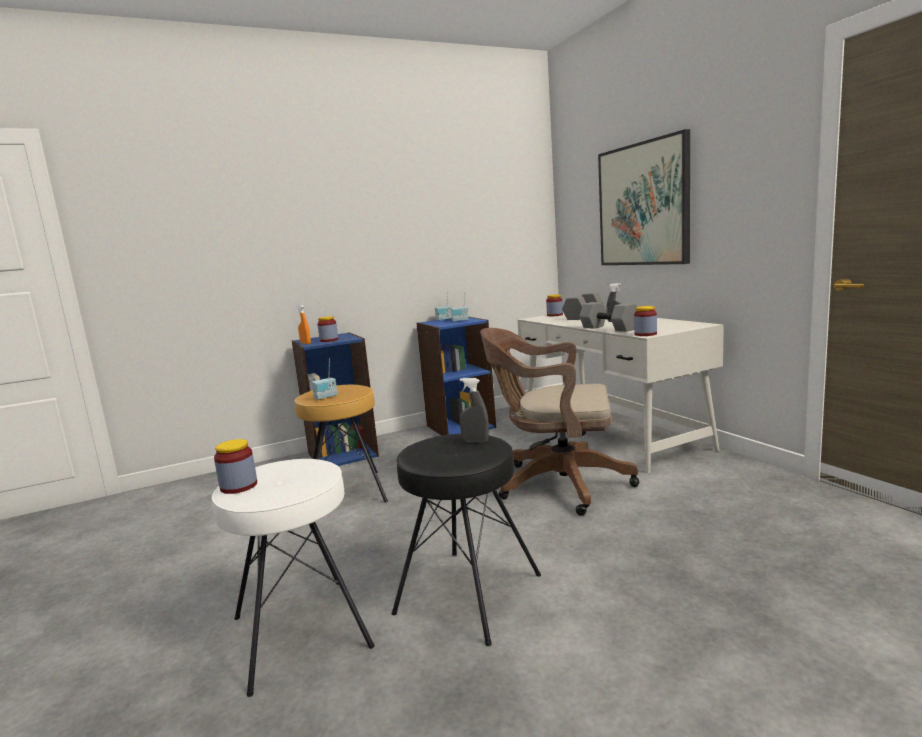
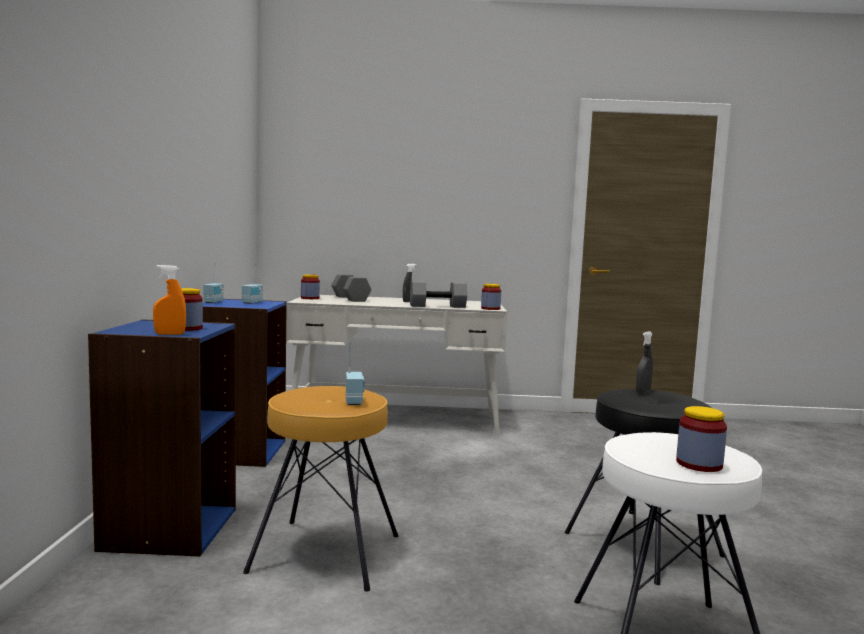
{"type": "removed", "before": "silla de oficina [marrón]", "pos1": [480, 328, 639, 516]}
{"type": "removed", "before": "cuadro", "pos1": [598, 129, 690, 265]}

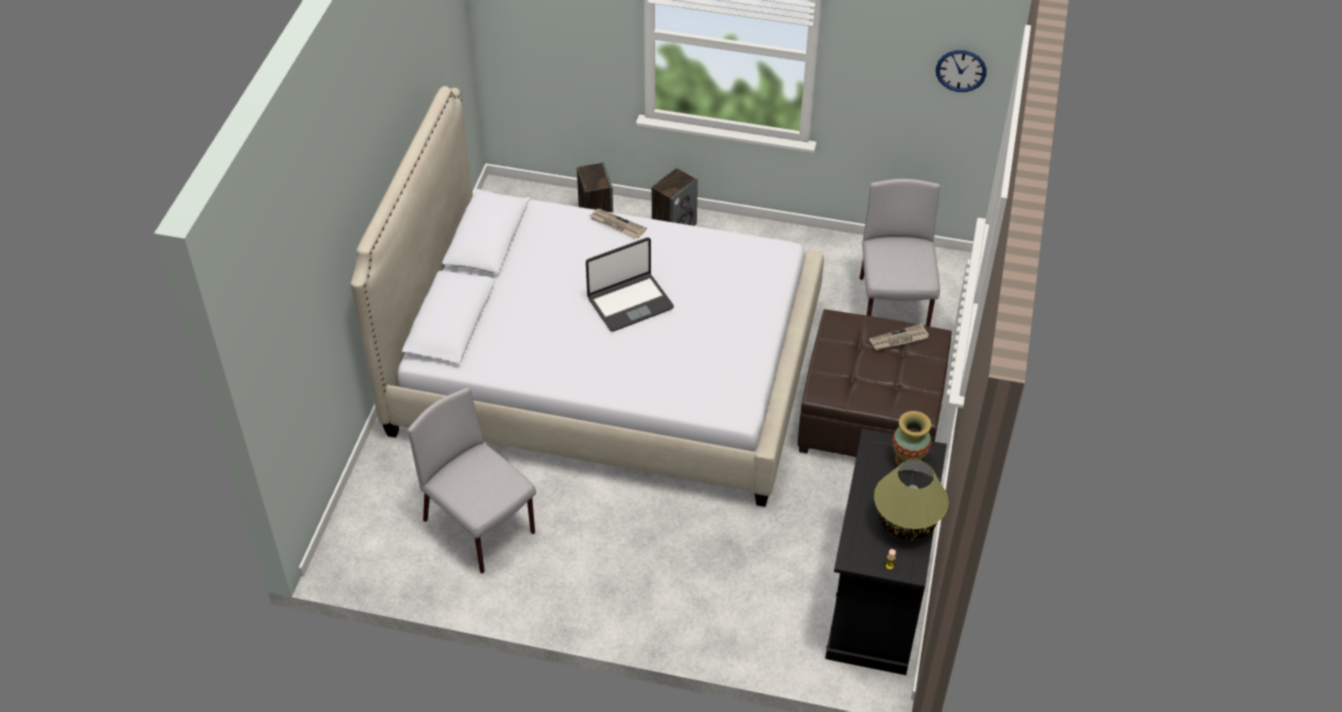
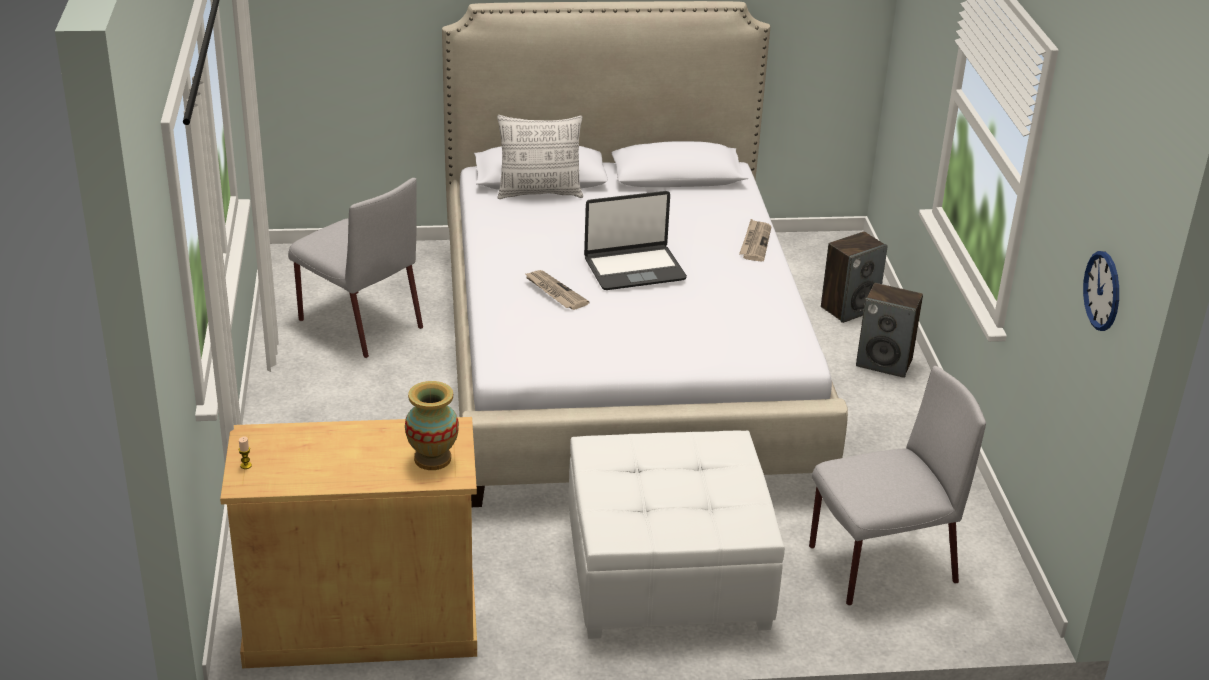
{"type": "turned", "before": "silla [gris]", "pos1": [408, 388, 536, 573], "pos2": [288, 178, 423, 358], "turn": 105}
{"type": "turned", "before": "portátil", "pos1": [586, 237, 674, 332], "pos2": [584, 191, 687, 290], "turn": -60}
{"type": "recoloured", "before": "puf [marrón]", "after": "puf [blanco]", "pos1": [798, 309, 952, 457], "pos2": [569, 431, 785, 639]}
{"type": "recoloured", "before": "armario [negro]", "after": "armario [beis]", "pos1": [825, 429, 947, 675], "pos2": [220, 417, 477, 668]}
{"type": "moved", "before": "periódico", "pos1": [869, 323, 929, 350], "pos2": [524, 270, 590, 310]}
{"type": "removed", "before": "lámpara de mesa", "pos1": [874, 459, 949, 541]}
{"type": "added", "after": "cojín", "pos2": [497, 115, 583, 199]}

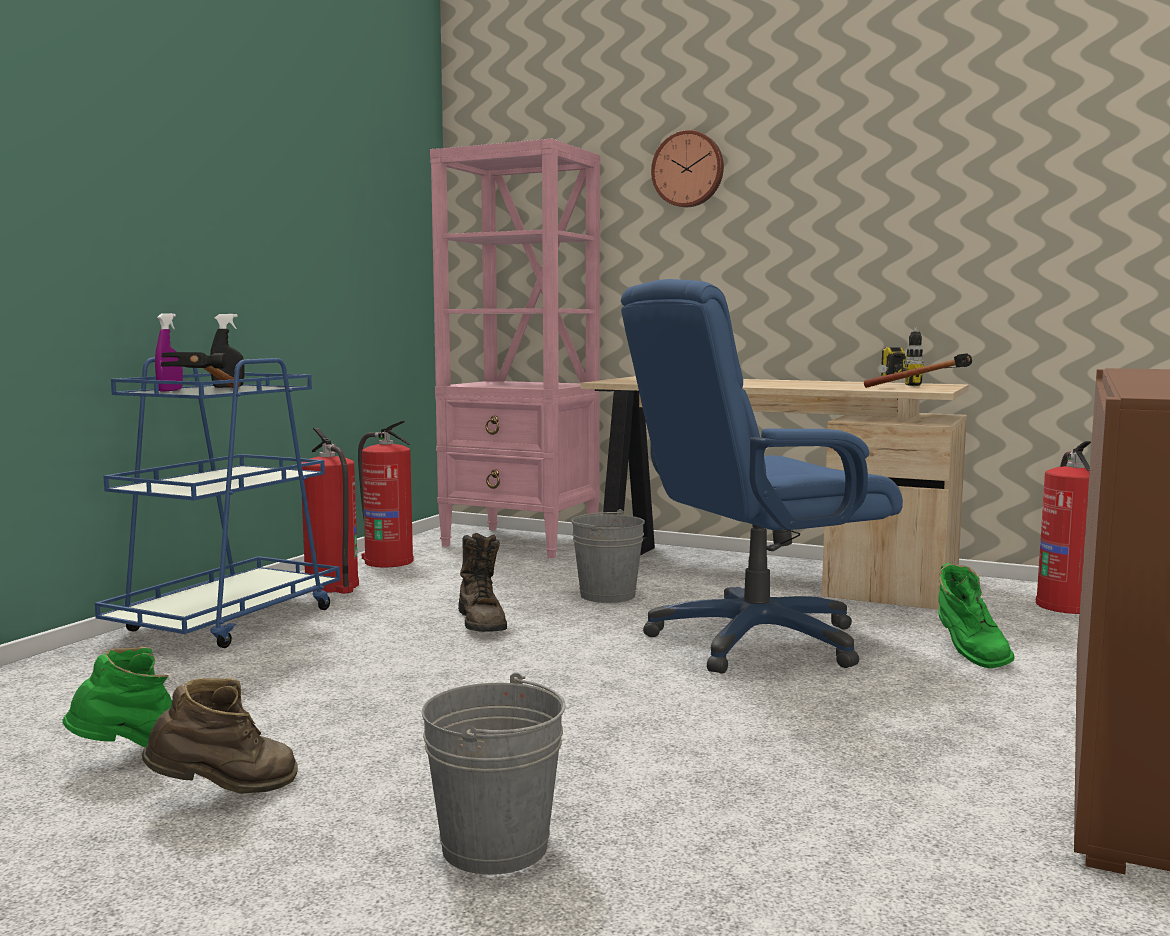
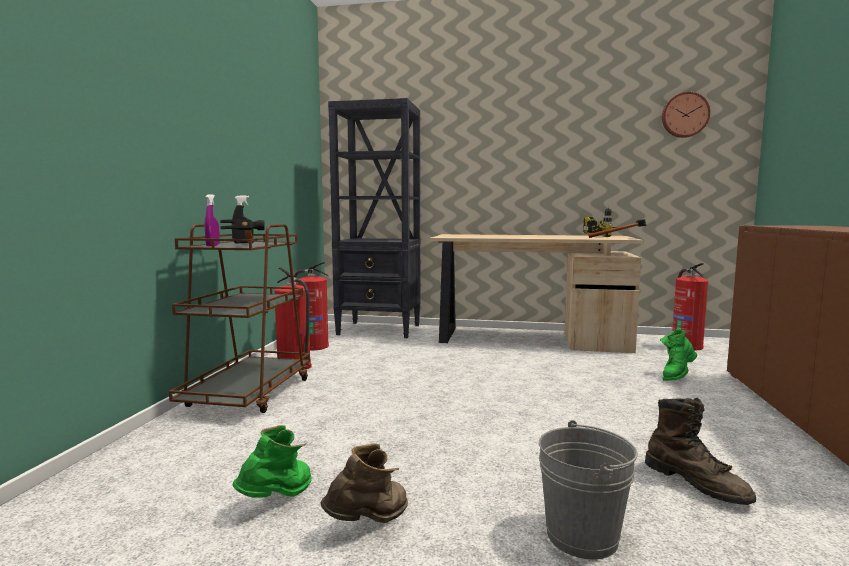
{"type": "recoloured", "before": "carrito [azul]", "after": "carrito [marrón]", "pos1": [95, 358, 340, 648], "pos2": [169, 224, 310, 413]}
{"type": "recoloured", "before": "estantería [rosa]", "after": "estantería [negro]", "pos1": [430, 138, 600, 559], "pos2": [328, 98, 420, 338]}
{"type": "moved", "before": "bota [marrón]", "pos1": [458, 533, 507, 632], "pos2": [645, 398, 756, 505]}
{"type": "removed", "before": "cubo [gris]", "pos1": [571, 509, 645, 603]}
{"type": "removed", "before": "silla de oficina [azul]", "pos1": [621, 279, 903, 674]}
{"type": "moved", "before": "reloj de pared", "pos1": [651, 130, 724, 207], "pos2": [662, 92, 710, 138]}
{"type": "turned", "before": "bota [verde]", "pos1": [938, 563, 1015, 668], "pos2": [660, 328, 697, 381], "turn": 75}

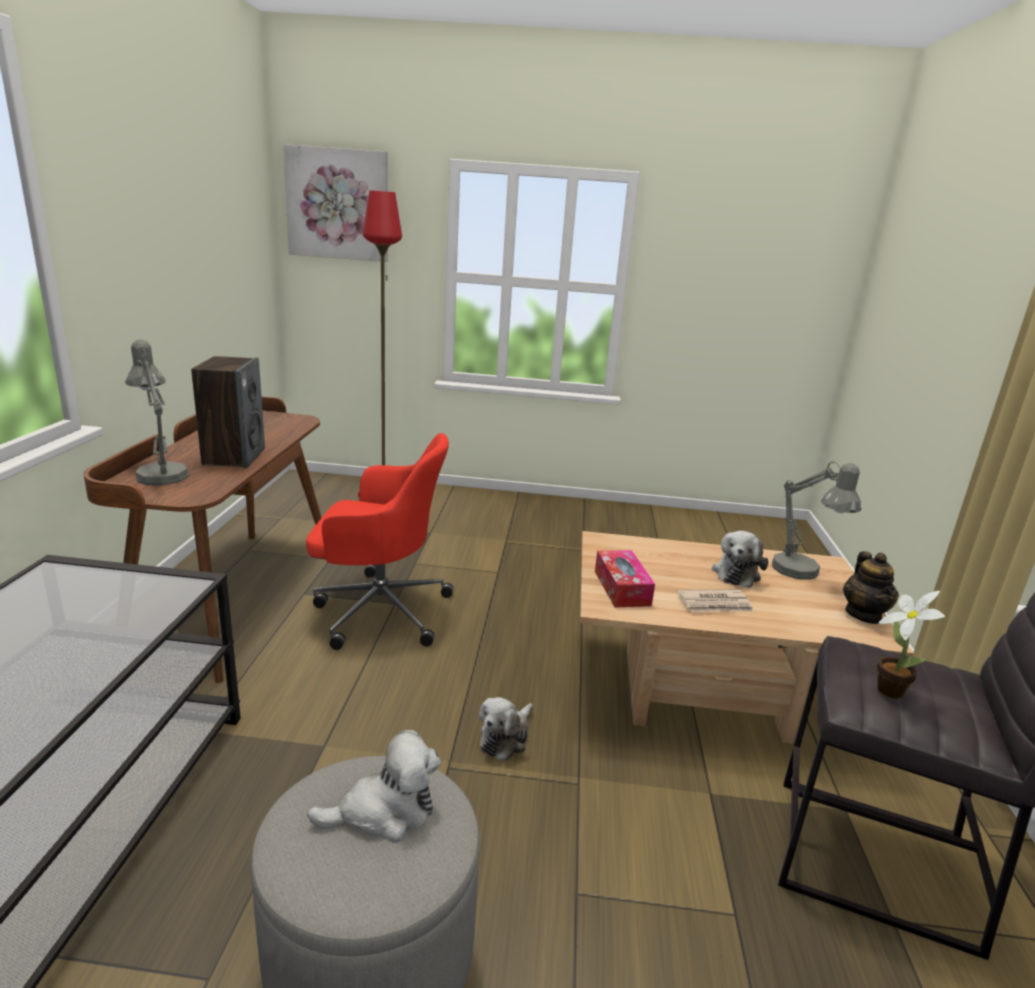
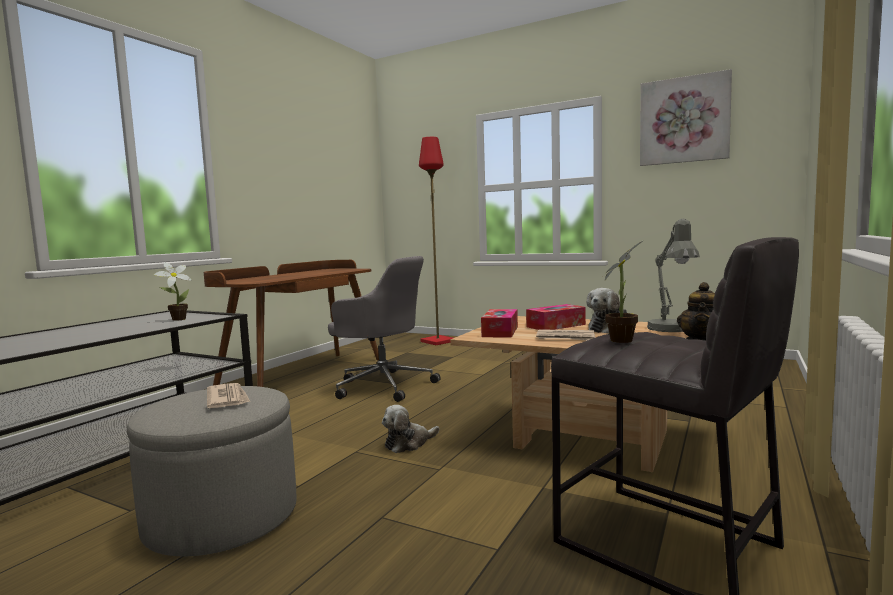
{"type": "removed", "before": "lámpara de mesa [gris]", "pos1": [125, 339, 188, 486]}
{"type": "removed", "before": "altavoz", "pos1": [191, 356, 265, 468]}
{"type": "moved", "before": "cuadro", "pos1": [283, 144, 388, 262], "pos2": [640, 69, 732, 166]}
{"type": "recoloured", "before": "silla de oficina [rojo]", "after": "silla de oficina [gris]", "pos1": [306, 433, 454, 650], "pos2": [328, 256, 441, 402]}
{"type": "replaced", "before": "peluche", "after": "periódico", "pos1": [307, 730, 441, 843], "pos2": [207, 383, 250, 408]}
{"type": "added", "after": "planta en maceta", "pos2": [154, 262, 192, 321]}
{"type": "added", "after": "caja de pañuelos", "pos2": [526, 304, 586, 330]}

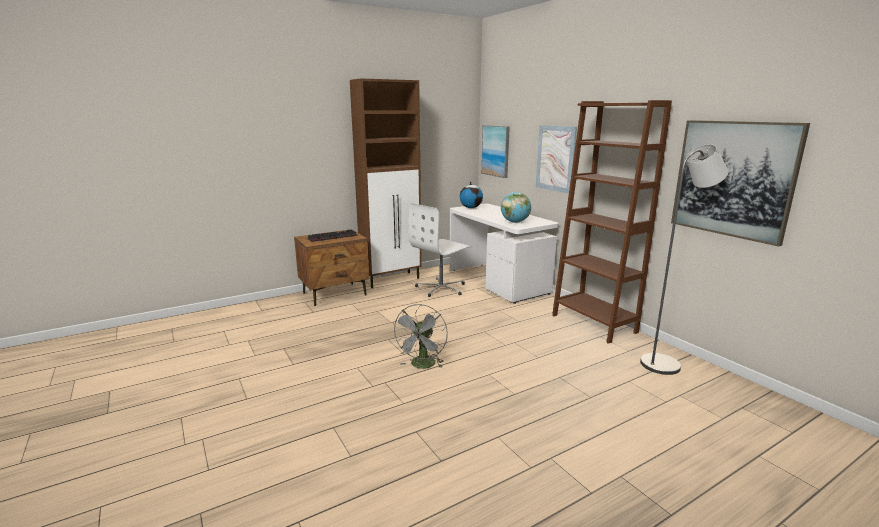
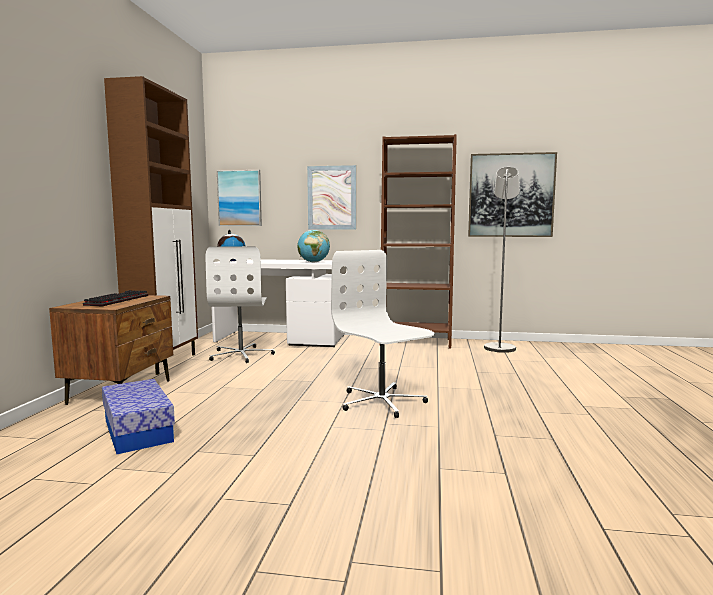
{"type": "replaced", "before": "ventilador [gris]", "after": "silla de oficina [blanco]", "pos1": [392, 304, 448, 369], "pos2": [331, 250, 435, 418]}
{"type": "added", "after": "caja de almacenaje", "pos2": [102, 379, 175, 454]}

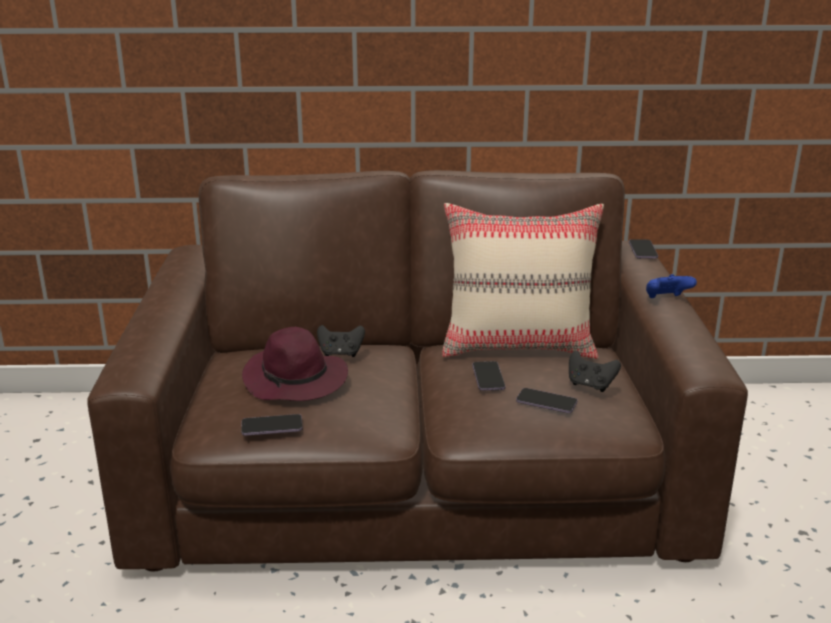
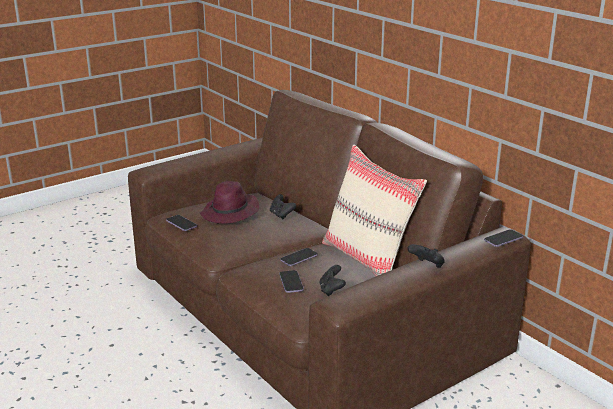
{"type": "recoloured", "before": "mando de consola [azul]", "after": "mando de consola [negro]", "pos1": [646, 274, 697, 298], "pos2": [407, 244, 445, 268]}

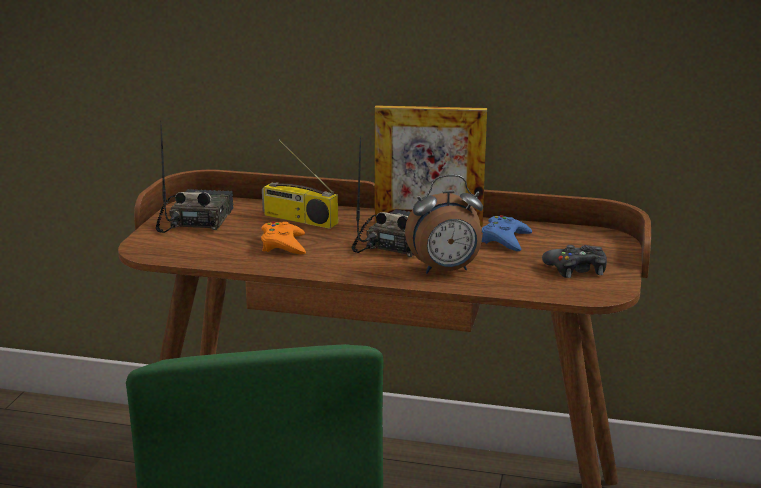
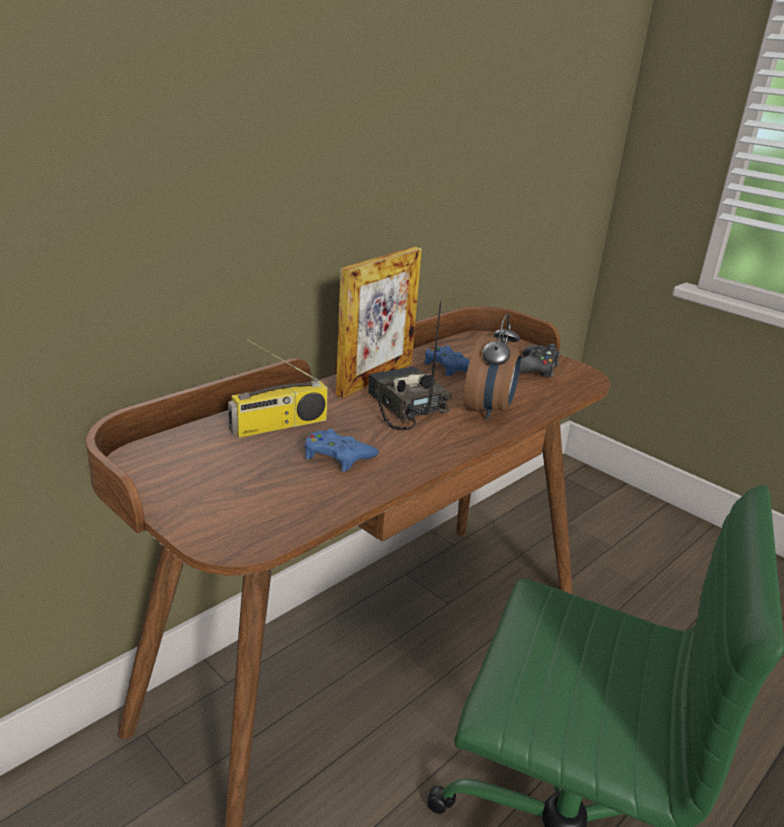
{"type": "removed", "before": "radio", "pos1": [156, 120, 234, 233]}
{"type": "recoloured", "before": "mando de consola [naranja]", "after": "mando de consola [azul]", "pos1": [261, 221, 306, 254], "pos2": [305, 429, 379, 472]}

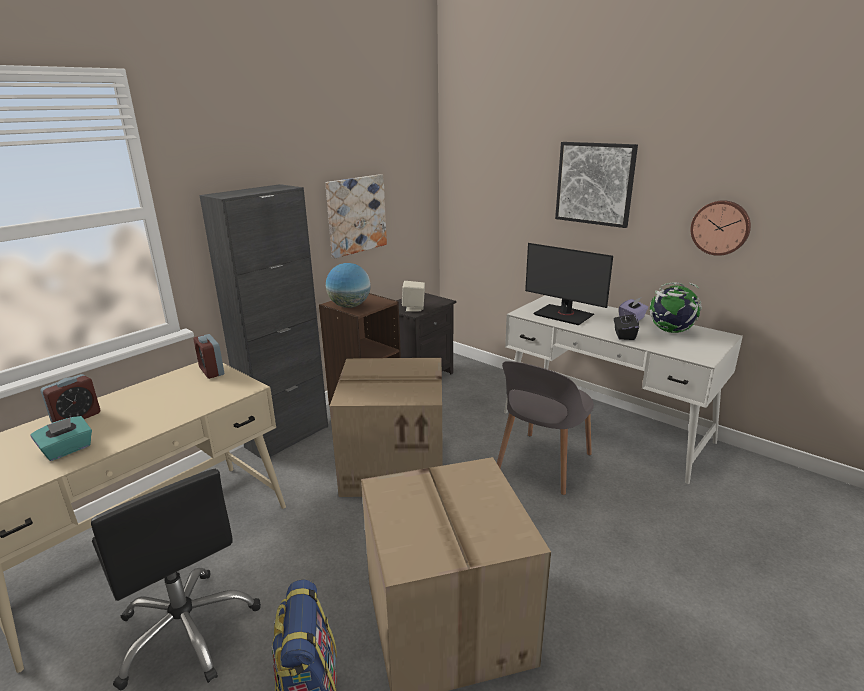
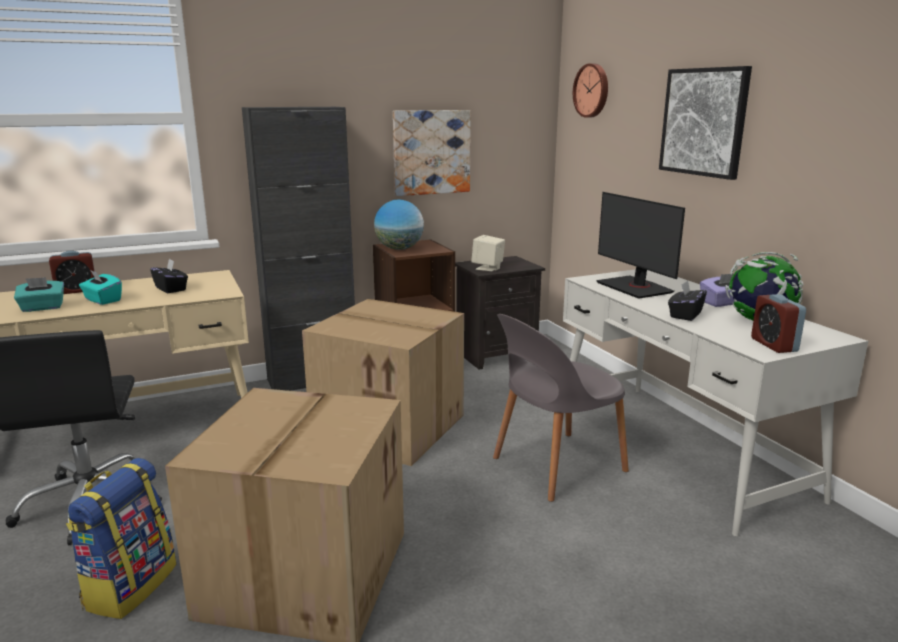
{"type": "moved", "before": "despertador", "pos1": [194, 334, 224, 379], "pos2": [751, 294, 806, 353]}
{"type": "moved", "before": "reloj de pared", "pos1": [691, 200, 751, 256], "pos2": [573, 63, 608, 118]}
{"type": "added", "after": "caja de pañuelos [turquesa]", "pos2": [79, 270, 122, 305]}
{"type": "added", "after": "caja de pañuelos [negro]", "pos2": [150, 259, 188, 293]}

